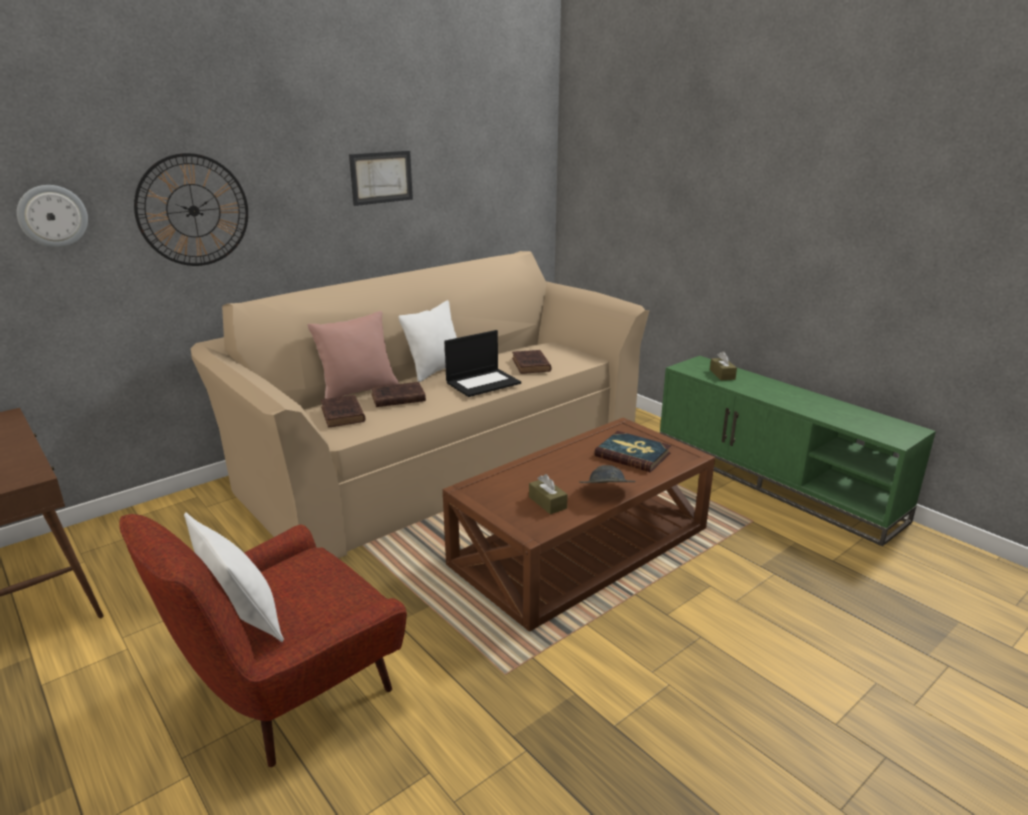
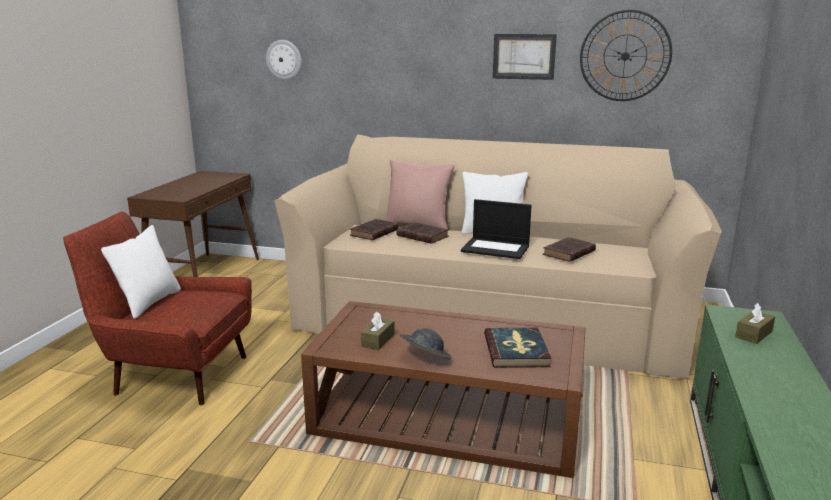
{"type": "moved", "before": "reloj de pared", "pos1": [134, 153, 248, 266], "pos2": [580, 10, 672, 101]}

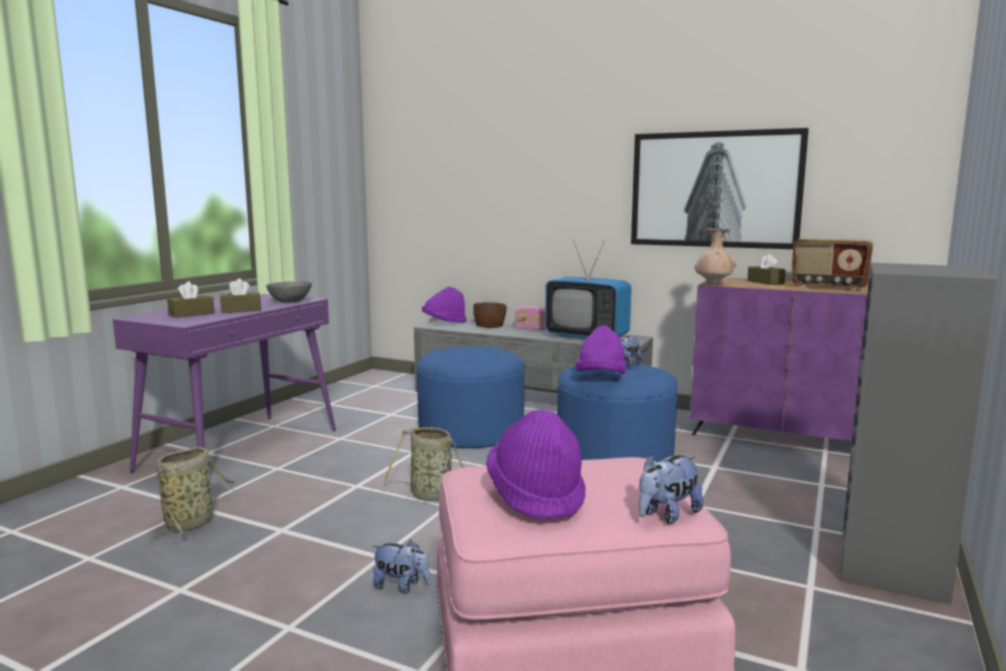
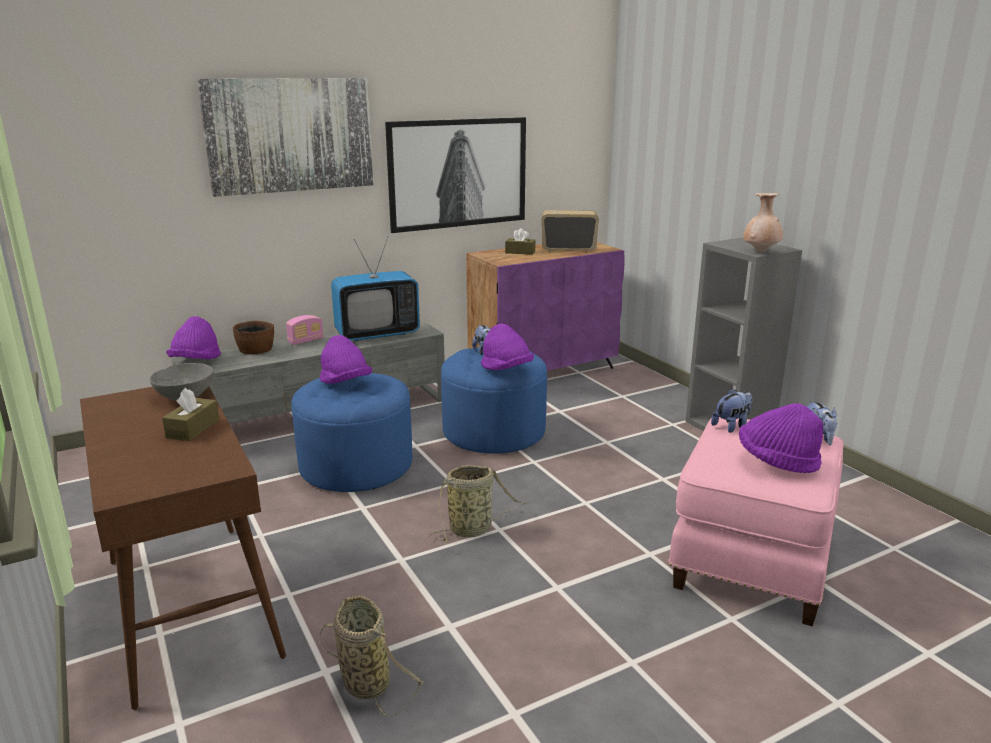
{"type": "recoloured", "before": "mesa consola [morado]", "after": "mesa consola [marrón]", "pos1": [113, 294, 336, 472], "pos2": [80, 387, 286, 710]}
{"type": "removed", "before": "caja de pañuelos [marrón]", "pos1": [167, 281, 214, 318]}
{"type": "moved", "before": "peluche", "pos1": [373, 540, 431, 594], "pos2": [711, 389, 752, 433]}
{"type": "moved", "before": "florero [beis]", "pos1": [694, 229, 736, 285], "pos2": [743, 193, 783, 252]}
{"type": "turned", "before": "radio", "pos1": [791, 238, 873, 291], "pos2": [542, 210, 599, 252], "turn": -150}
{"type": "added", "after": "cuadro", "pos2": [197, 78, 373, 197]}
{"type": "added", "after": "sombrero [morado]", "pos2": [320, 335, 372, 384]}

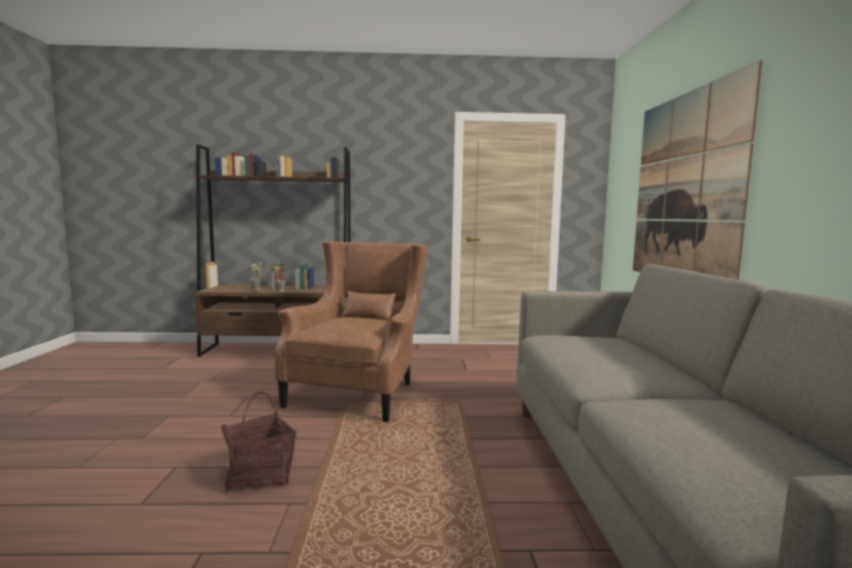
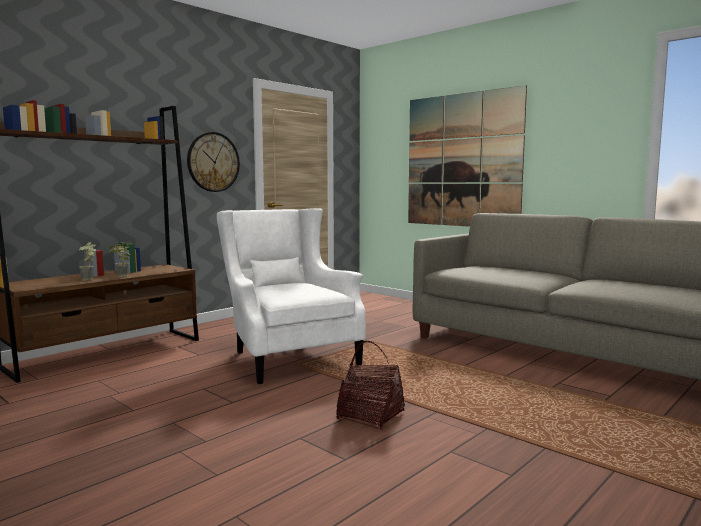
{"type": "recoloured", "before": "sillón [marrón]", "after": "sillón [blanco]", "pos1": [275, 241, 428, 422], "pos2": [217, 208, 366, 384]}
{"type": "added", "after": "reloj de pared", "pos2": [187, 132, 240, 192]}

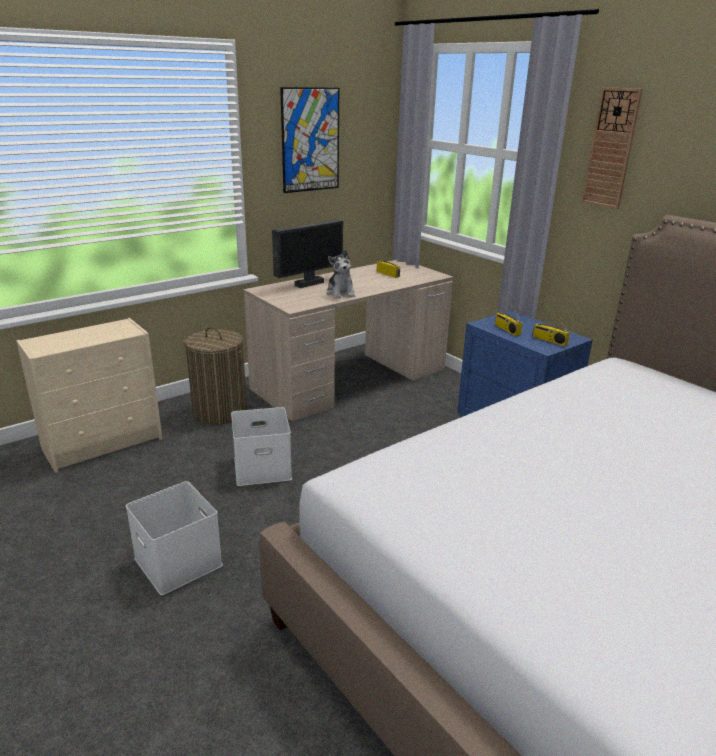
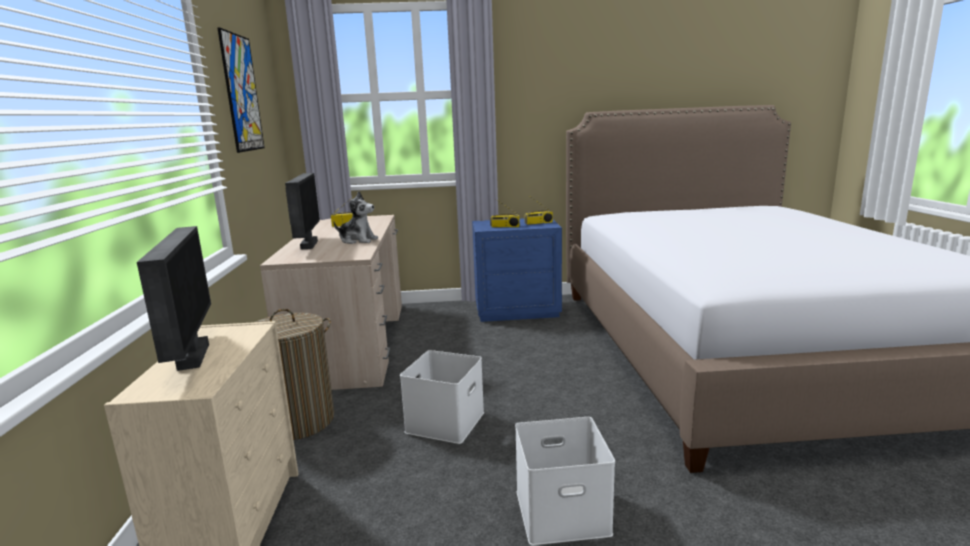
{"type": "removed", "before": "reloj de pared", "pos1": [582, 87, 643, 209]}
{"type": "added", "after": "monitor", "pos2": [137, 226, 211, 371]}

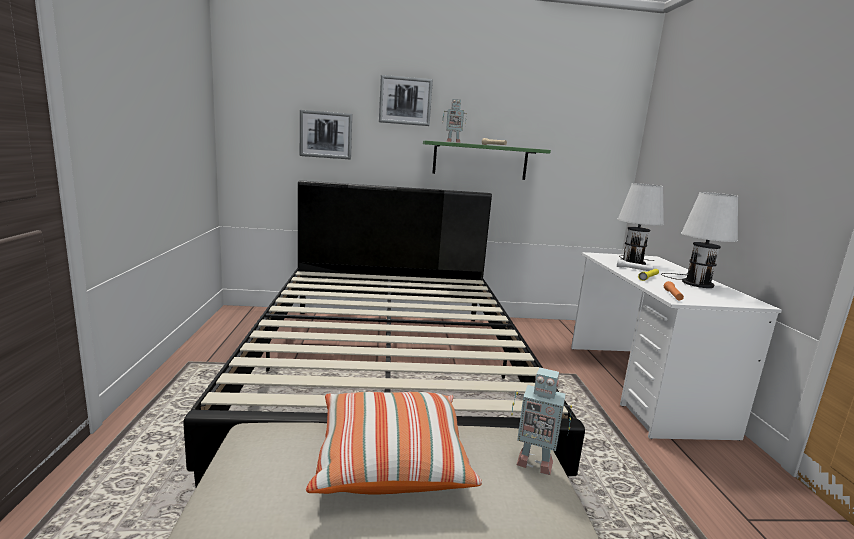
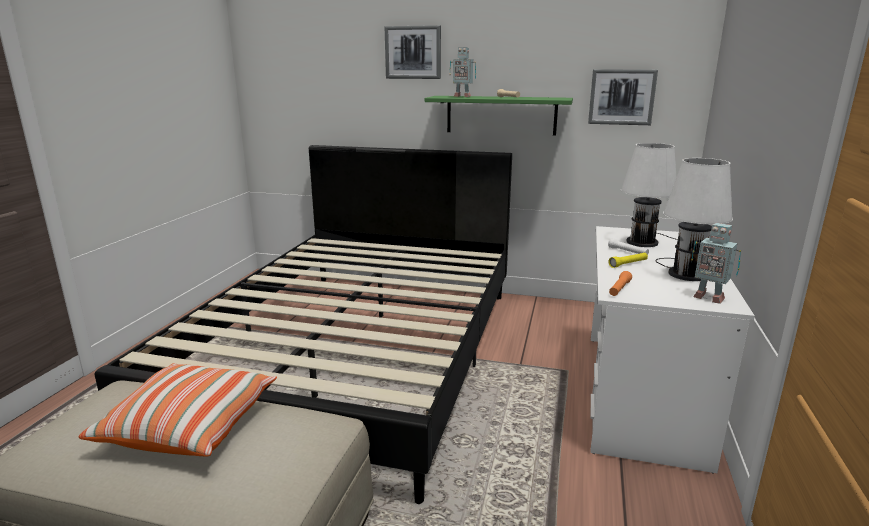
{"type": "moved", "before": "cuadro", "pos1": [300, 110, 352, 160], "pos2": [588, 69, 658, 125]}
{"type": "moved", "before": "robot de juguete", "pos1": [511, 367, 572, 475], "pos2": [691, 223, 741, 304]}

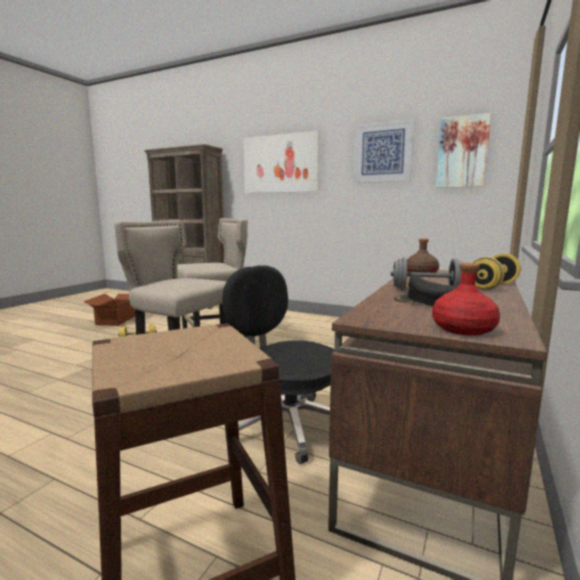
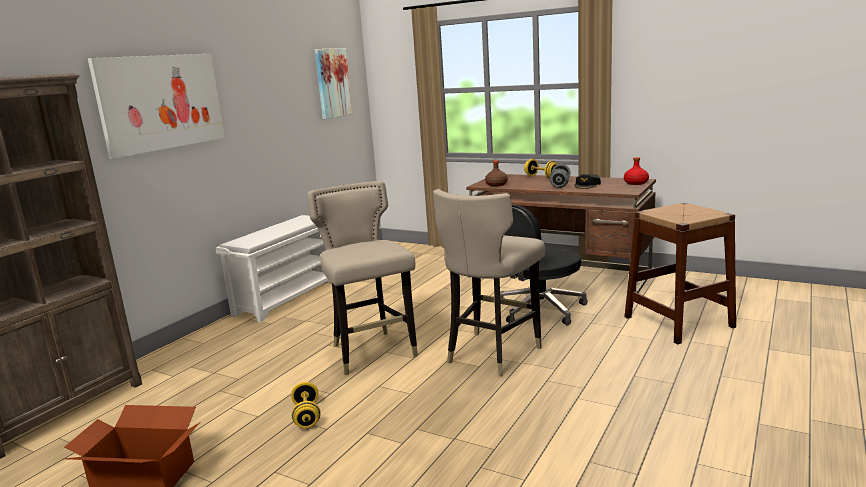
{"type": "removed", "before": "cuadro", "pos1": [354, 118, 415, 183]}
{"type": "added", "after": "zapatero [blanco]", "pos2": [216, 215, 330, 322]}

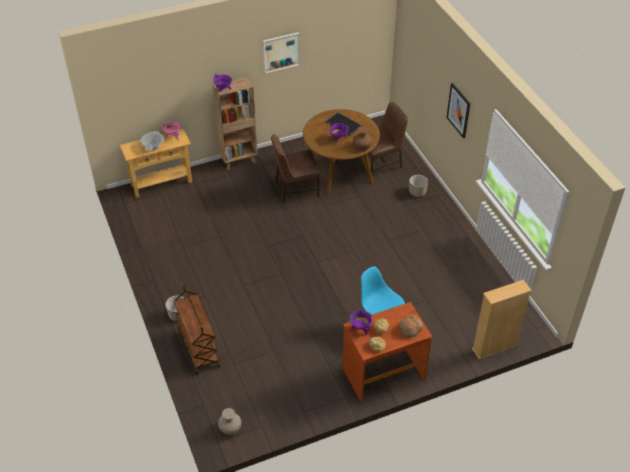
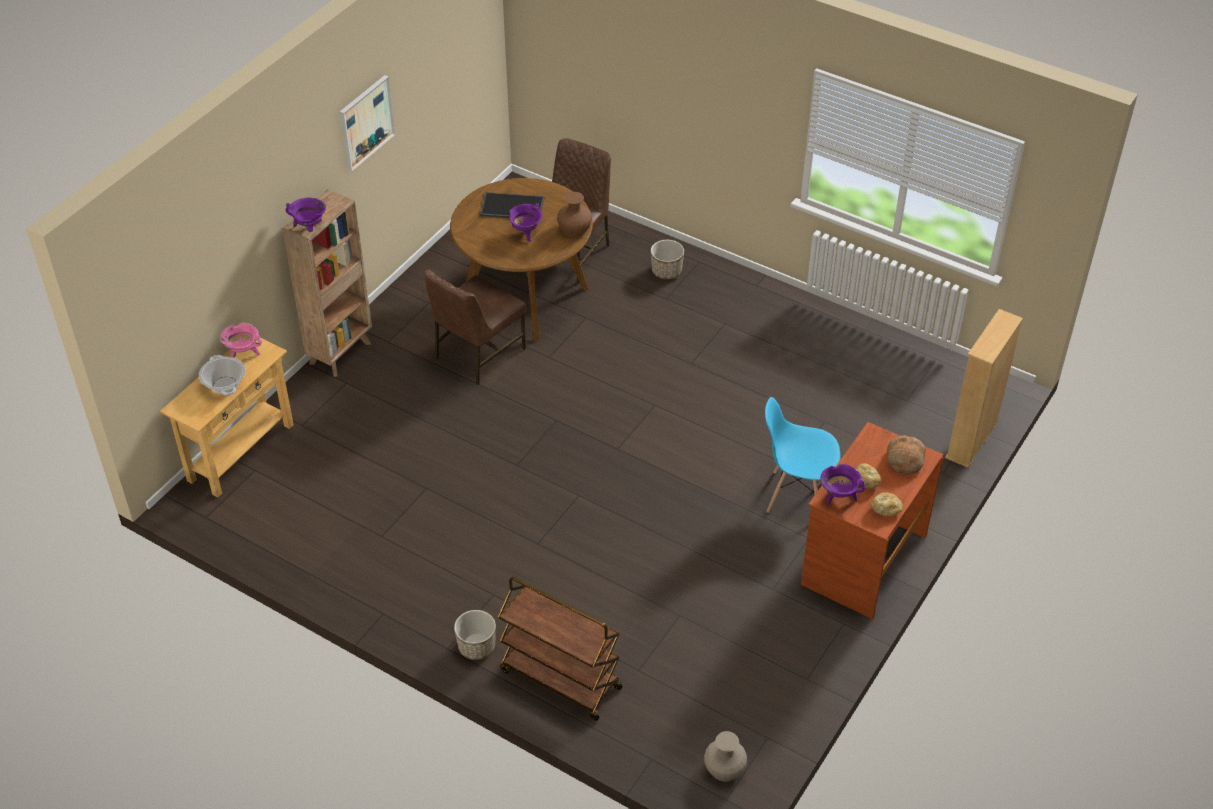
{"type": "removed", "before": "cuadro", "pos1": [446, 83, 470, 138]}

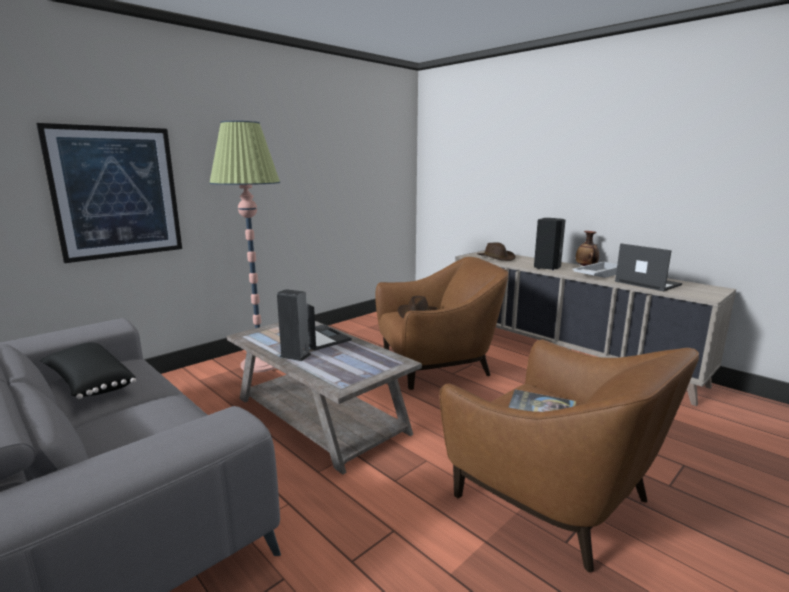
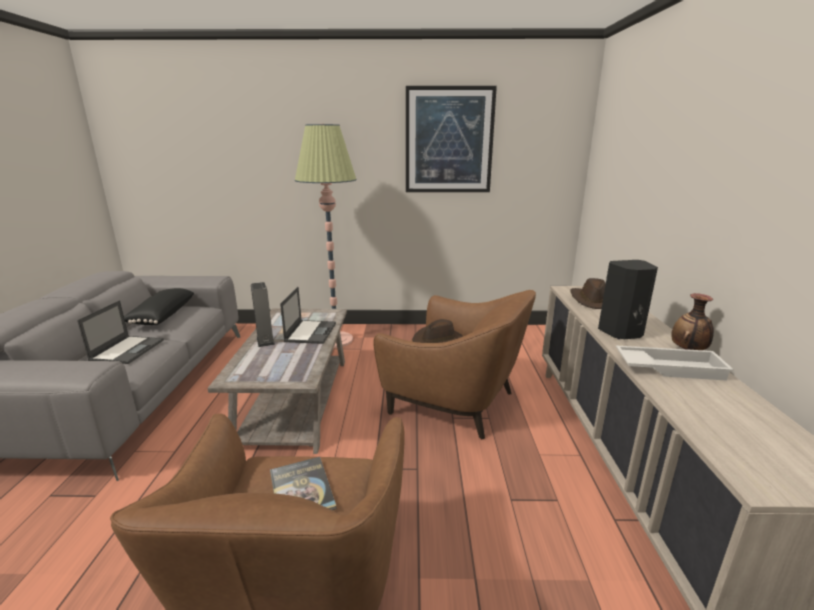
{"type": "moved", "before": "cuadro", "pos1": [36, 123, 182, 263], "pos2": [406, 86, 497, 192]}
{"type": "moved", "before": "portátil", "pos1": [615, 243, 682, 291], "pos2": [77, 300, 164, 364]}

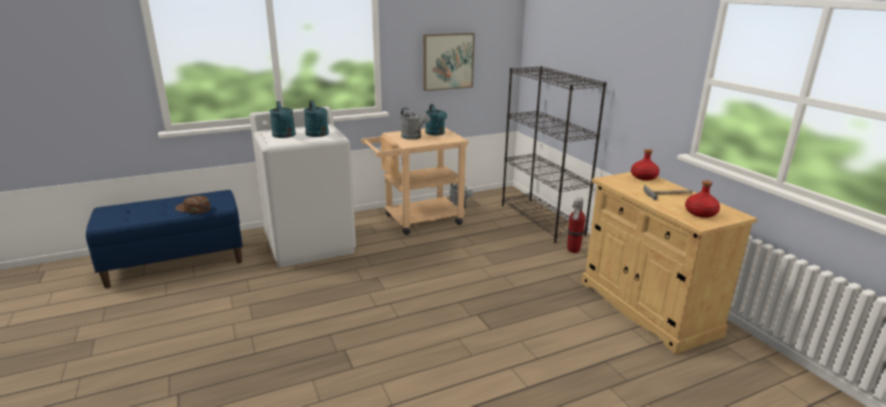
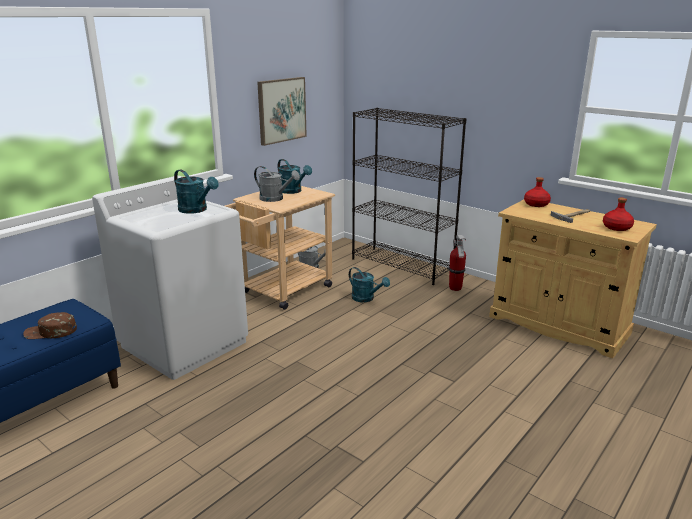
{"type": "moved", "before": "regadera [turquesa]", "pos1": [270, 101, 296, 138], "pos2": [349, 267, 390, 302]}

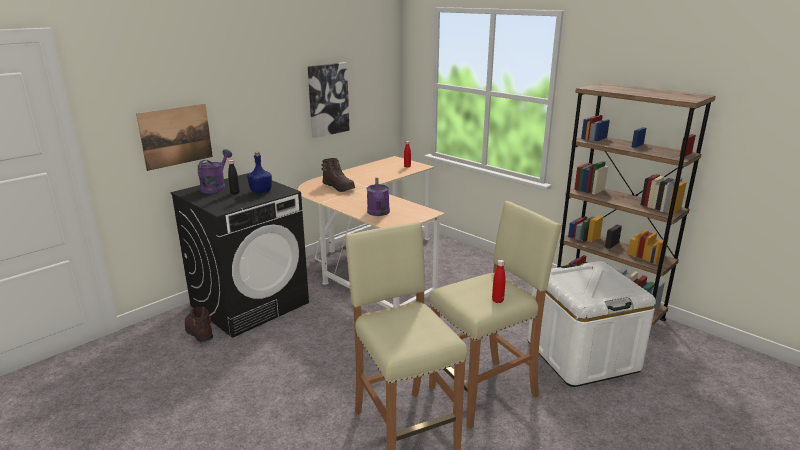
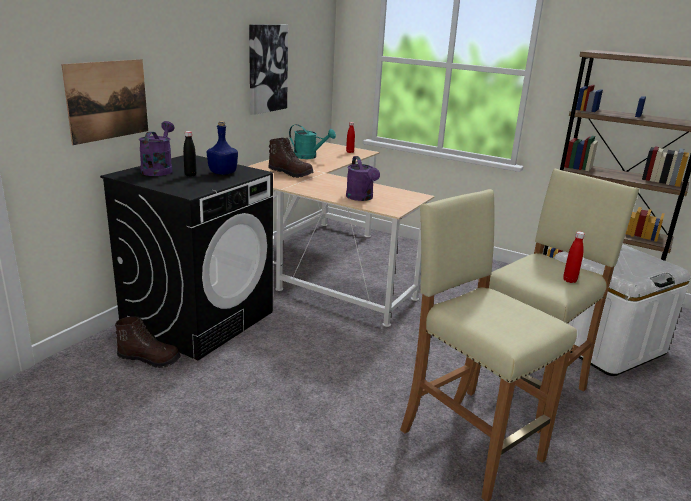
{"type": "turned", "before": "bota [marrón]", "pos1": [185, 307, 213, 342], "pos2": [115, 316, 180, 368], "turn": 150}
{"type": "added", "after": "regadera [turquesa]", "pos2": [289, 124, 336, 159]}

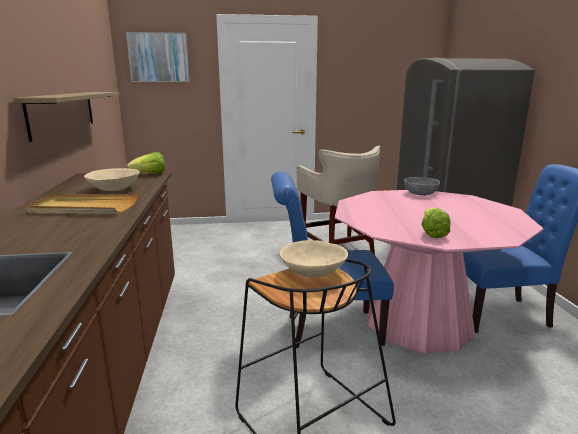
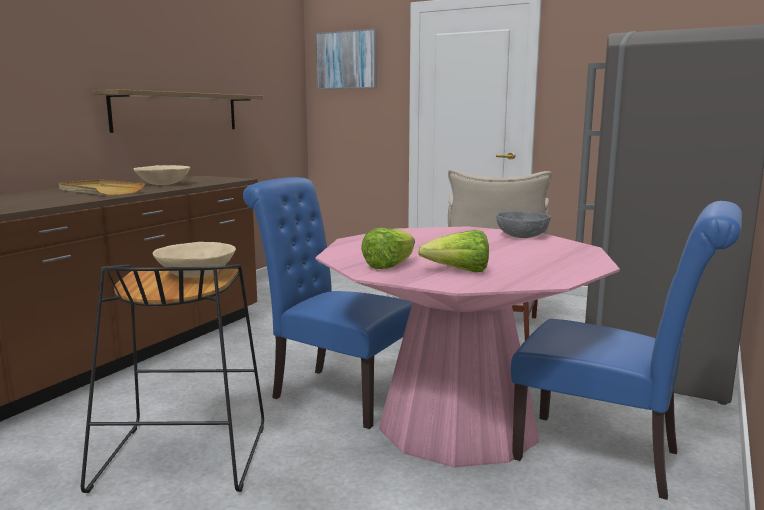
{"type": "moved", "before": "lechuga", "pos1": [127, 152, 165, 174], "pos2": [418, 230, 489, 272]}

